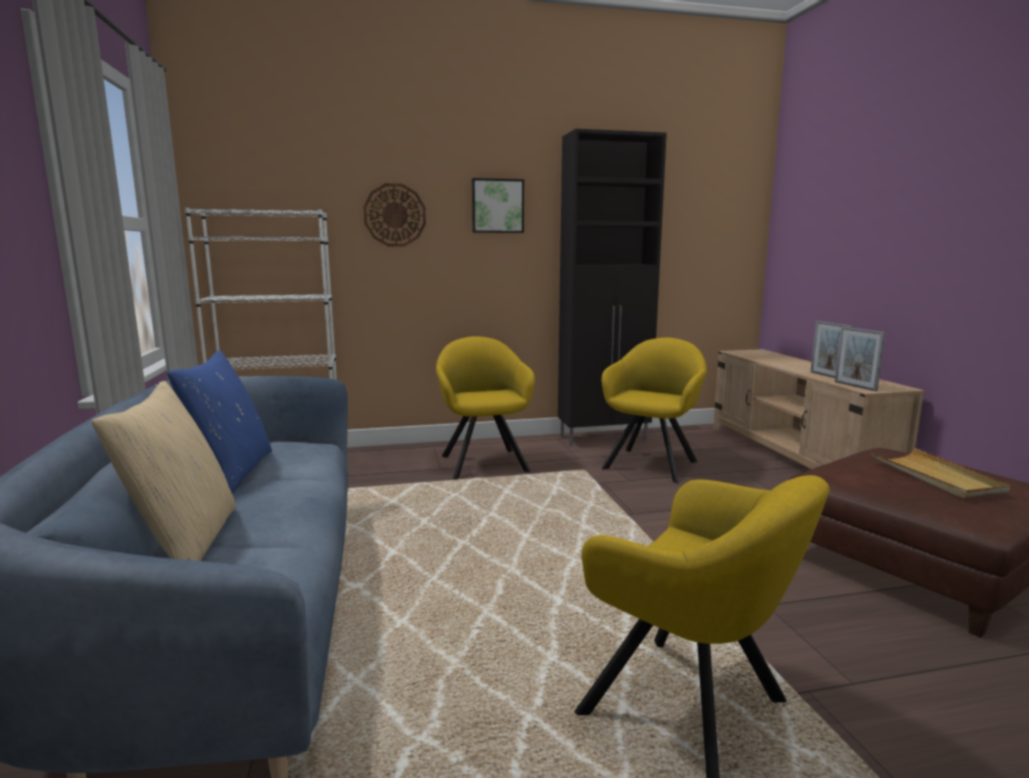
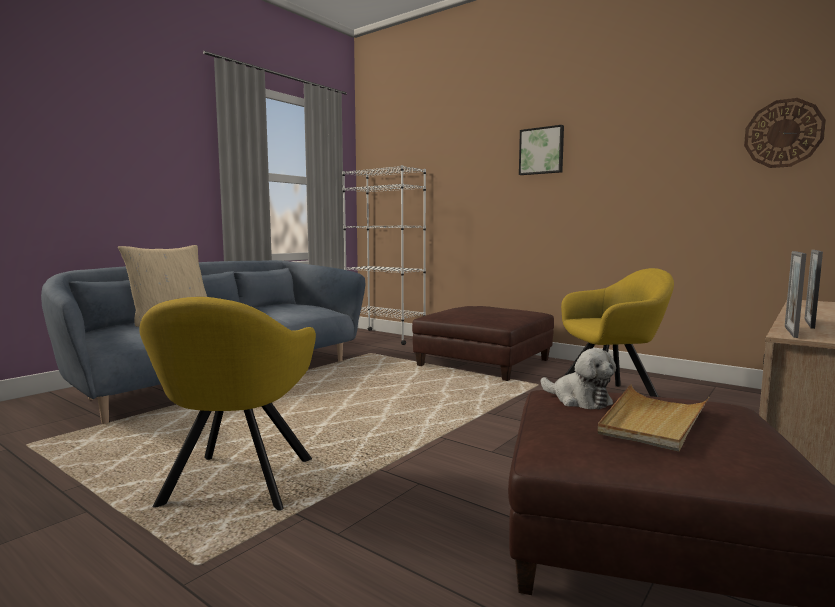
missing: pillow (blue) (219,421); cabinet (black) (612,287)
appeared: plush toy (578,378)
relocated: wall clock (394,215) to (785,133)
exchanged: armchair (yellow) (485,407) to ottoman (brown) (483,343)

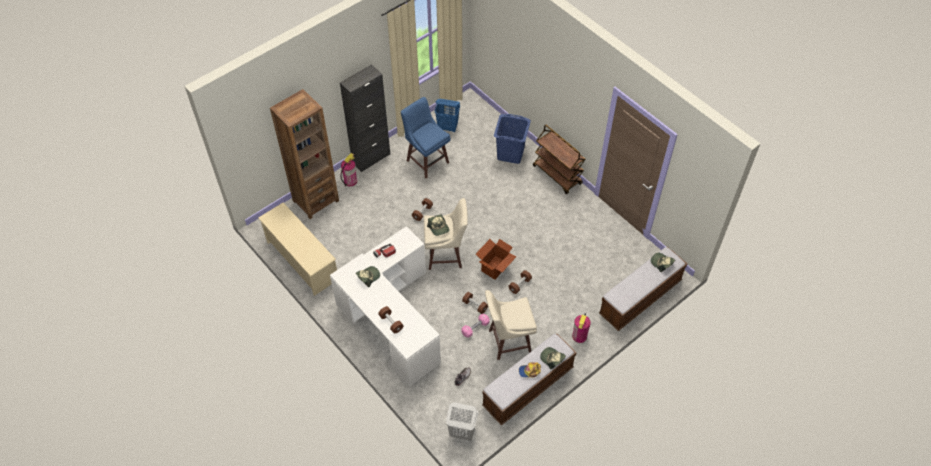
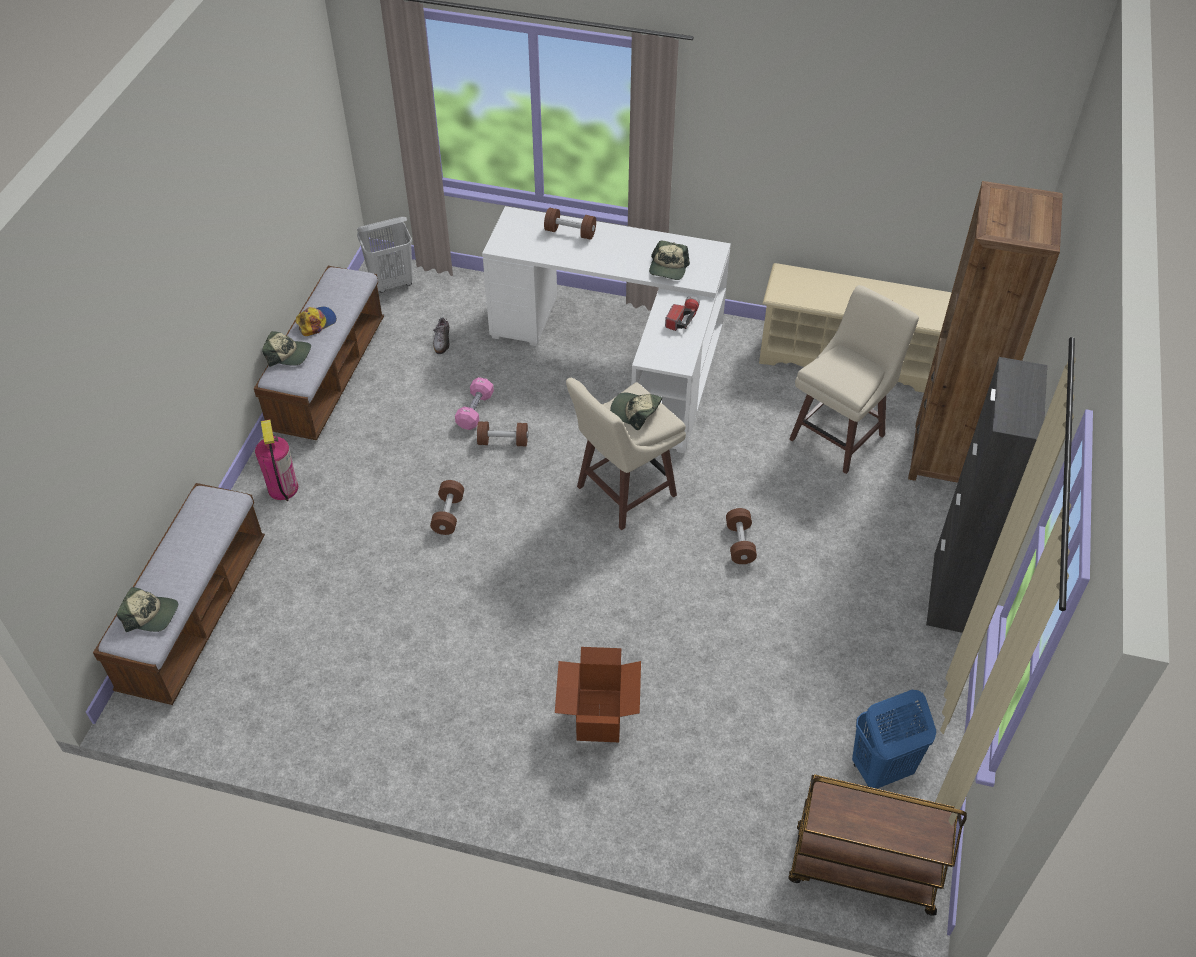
missing: fire extinguisher (349,170); stool (blue) (426,137); laundry basket (blue) (512,139)
relocated: cardboard box (496,259) to (598,694); stool (beige) (511,325) to (854,379); cart (brown) (559,159) to (877,845)

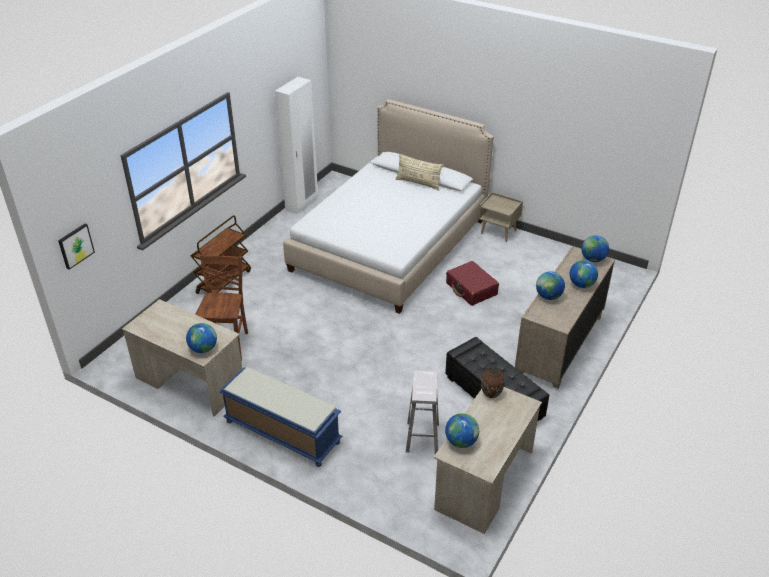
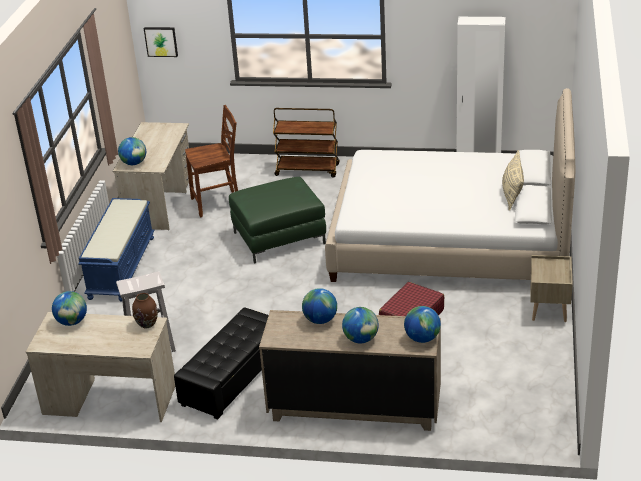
appeared: ottoman (green) (277,220)

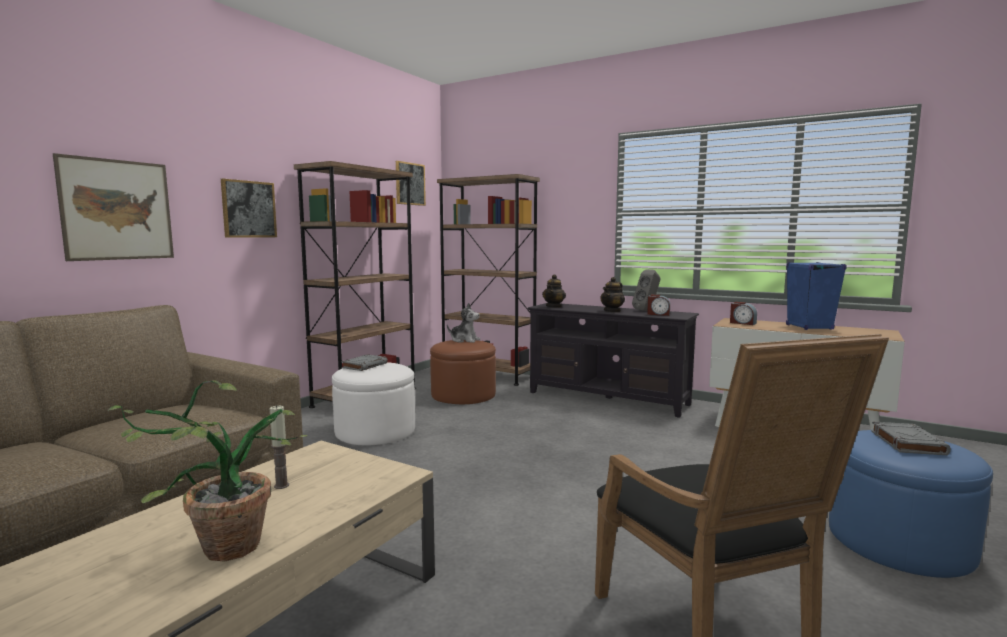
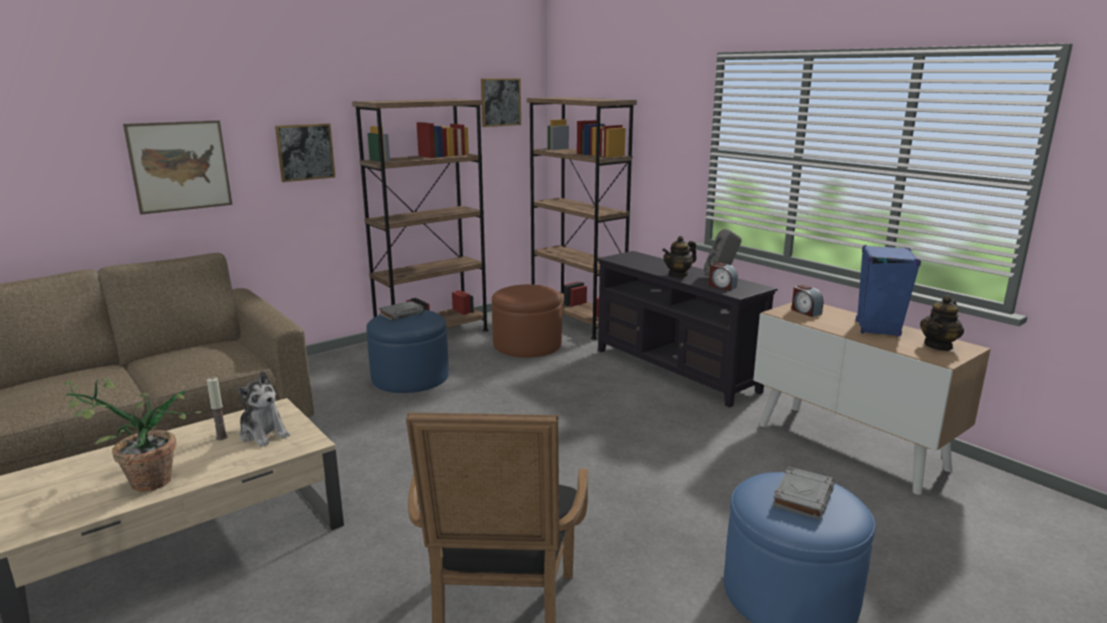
relocated: plush toy (463,323) to (263,409); teapot (554,291) to (942,323)
colour: ottoman (white) (373,403) to ottoman (blue) (407,351)

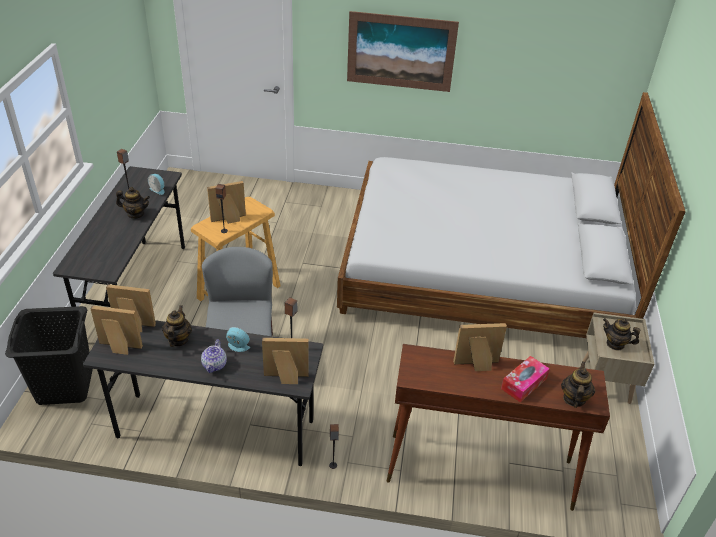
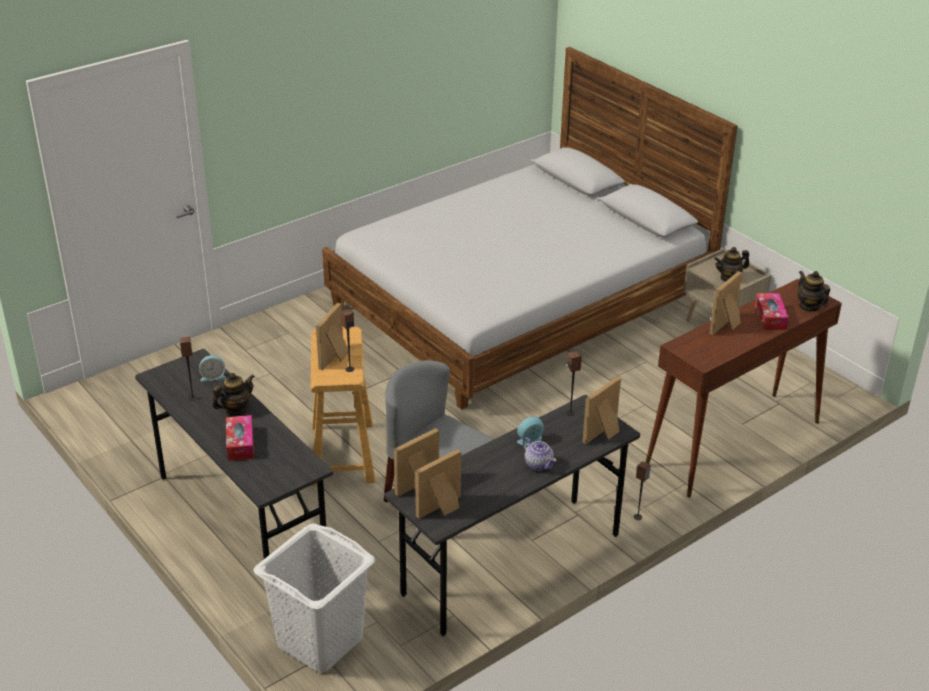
missing: teapot (177,326); picture (403,51)
appeared: tissue box (240,438)
colour: laundry basket (black) (49,355) to laundry basket (white) (314,598)

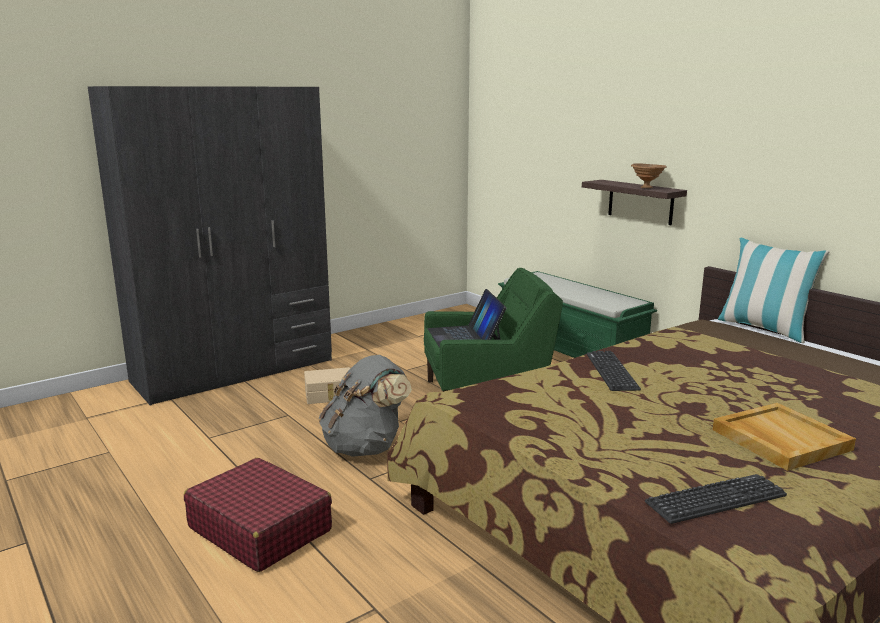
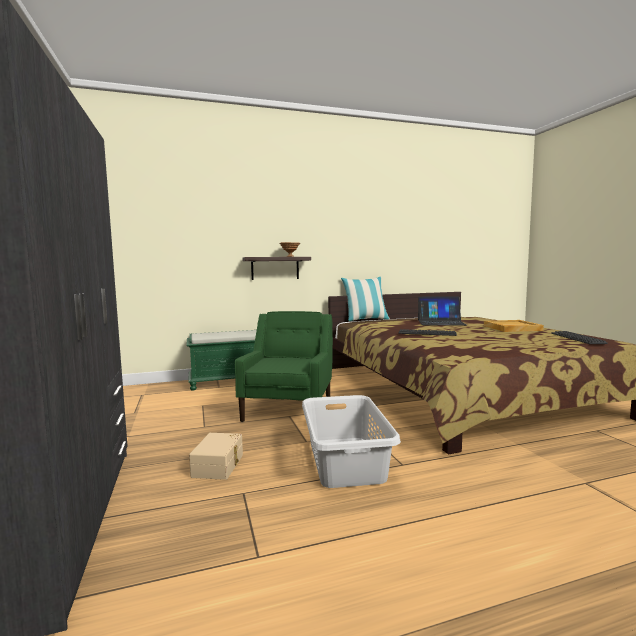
missing: suitcase (red) (258,515)
relocated: laptop (467,318) to (442,311)
exchanged: backpack (grey) (365,406) to laundry basket (grey) (351,441)

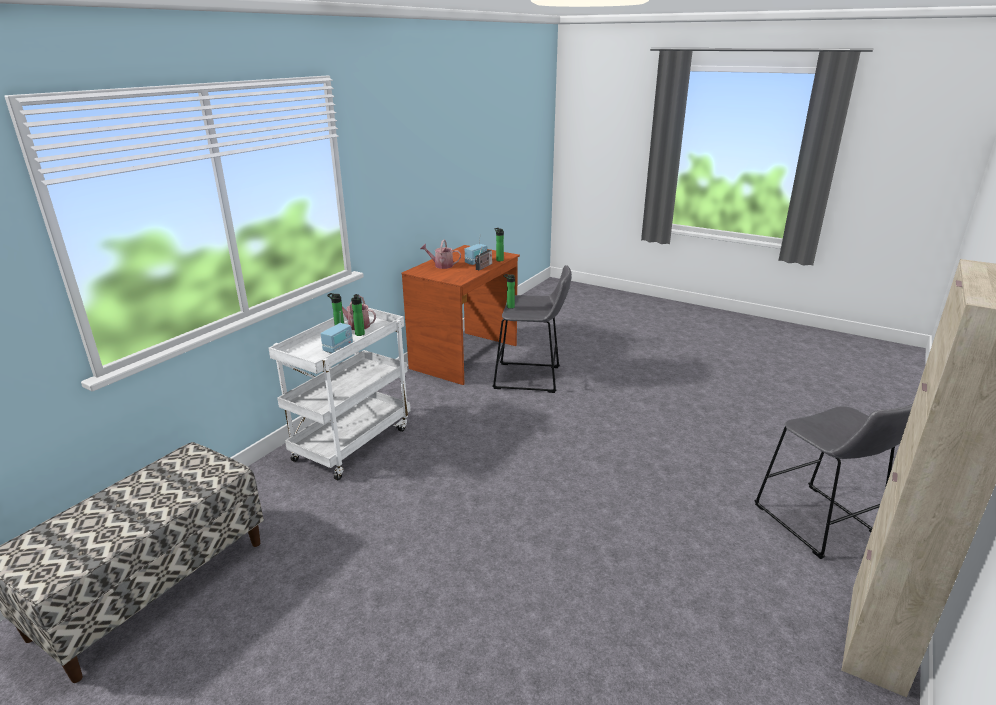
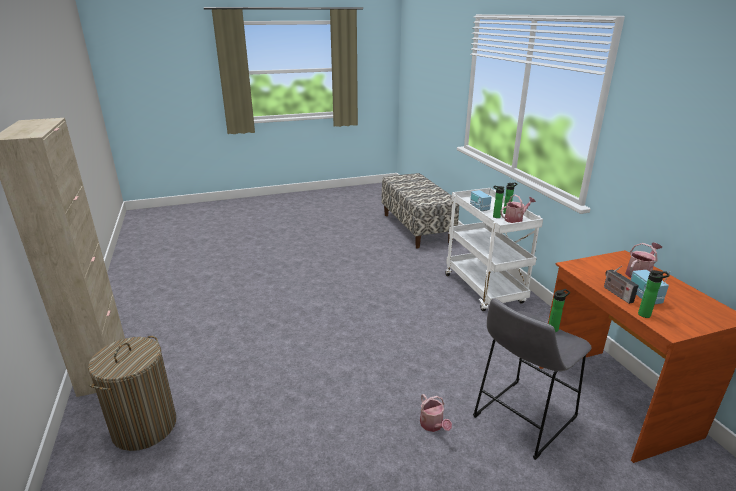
appeared: watering can (436,413)
exchanged: stool (grey) (833,481) to laundry basket (132,393)

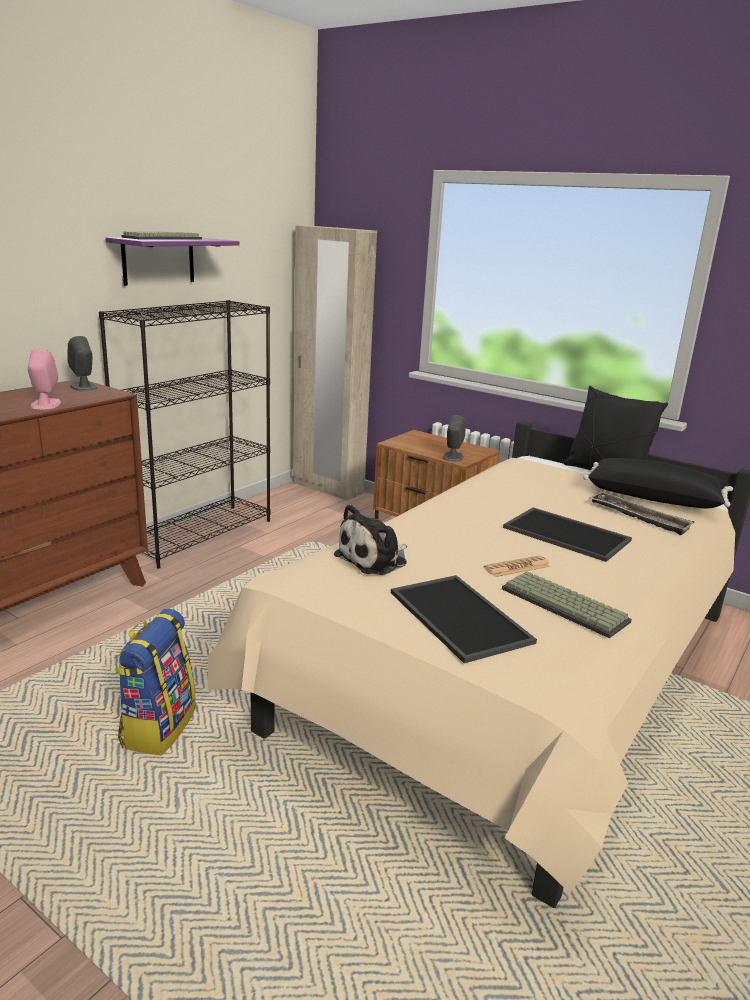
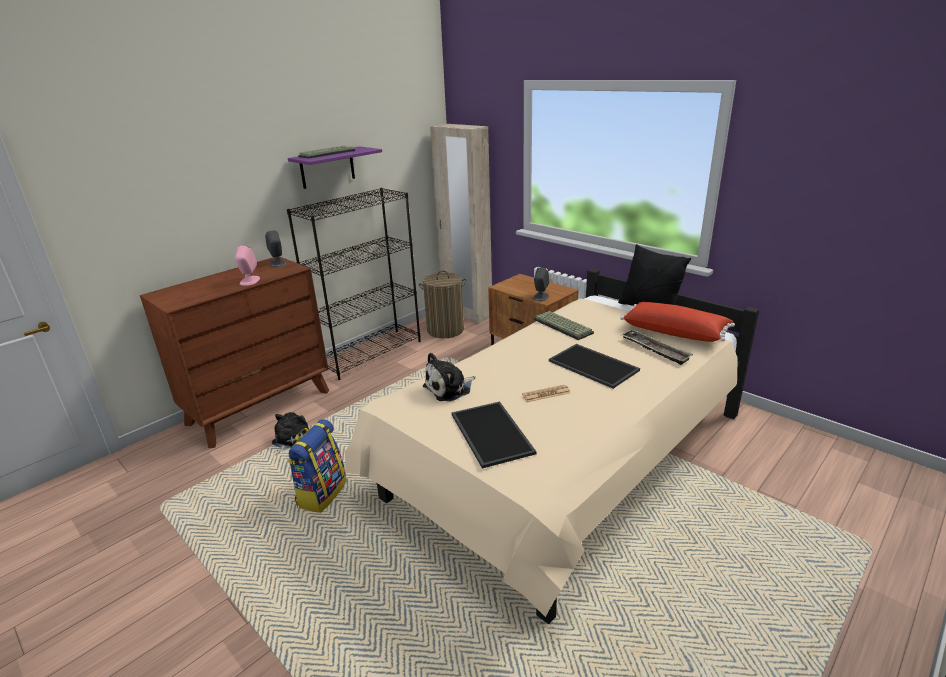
appeared: plush toy (290,433); laundry basket (442,304)
relocated: keyboard (567,604) to (564,325)
colour: pillow (black) (658,483) to pillow (red) (677,322)

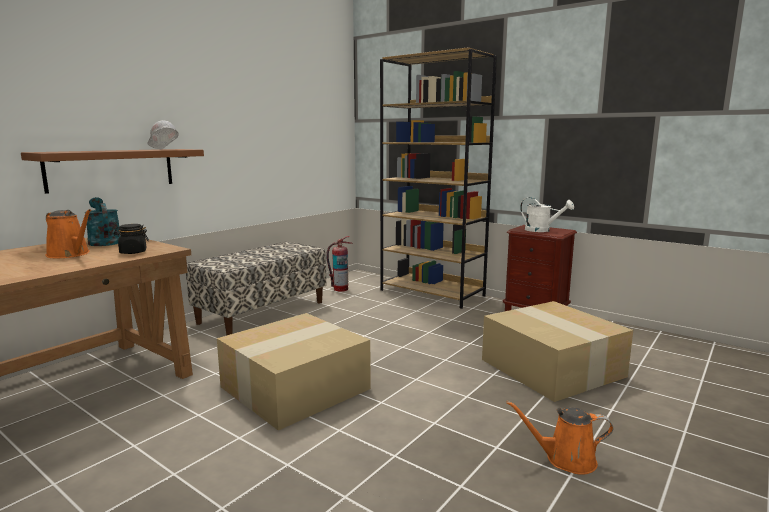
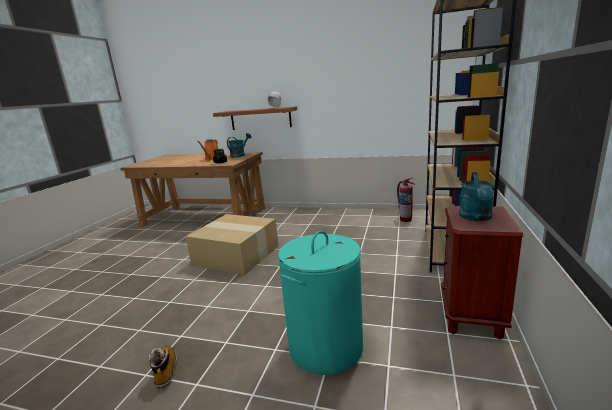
missing: bench (256,288)
exchanged: cardboard box (557,351) to laundry basket (turquoise) (320,303); watering can (orange) (559,438) to boot (163,367)
colour: watering can (white) (547,214) to watering can (turquoise) (476,196)

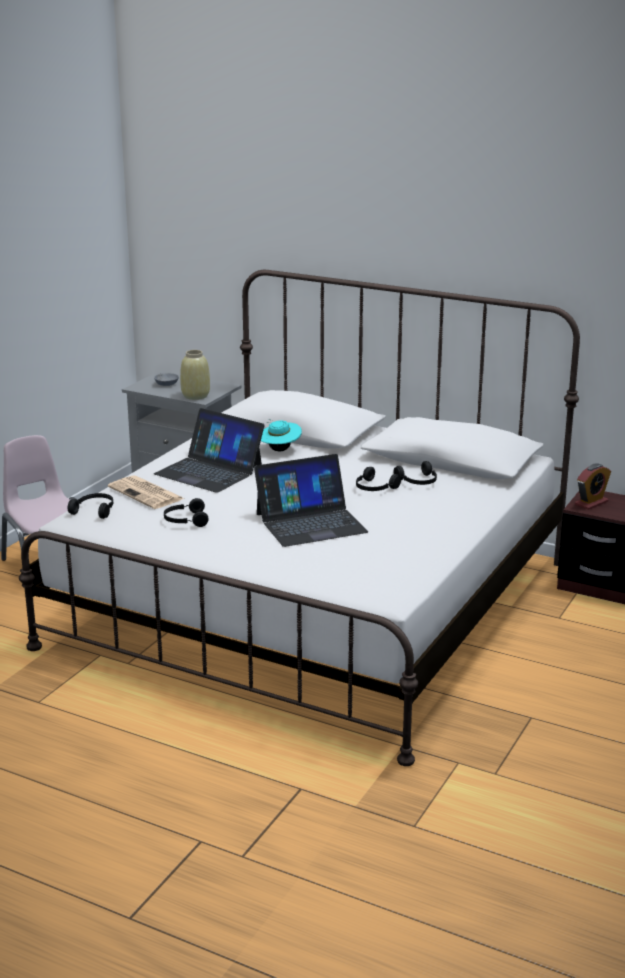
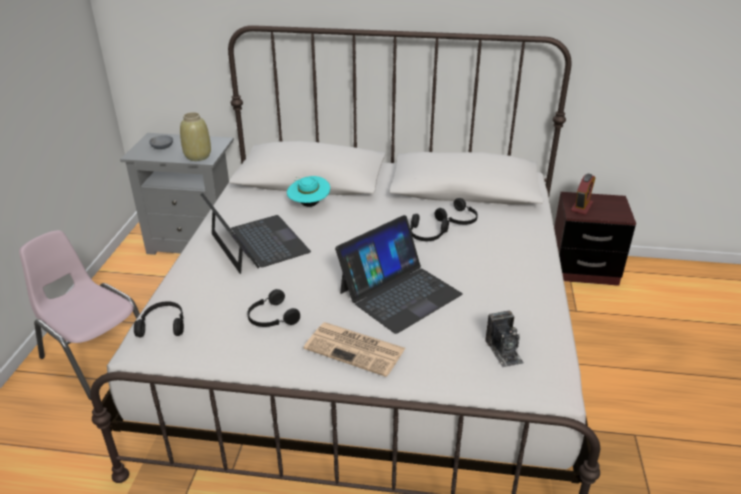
appeared: photo camera (504,339)
relocated: newspaper (146,492) to (354,349)
spun: laptop (209,450) = (255,233) 135 degrees counterclockwise

